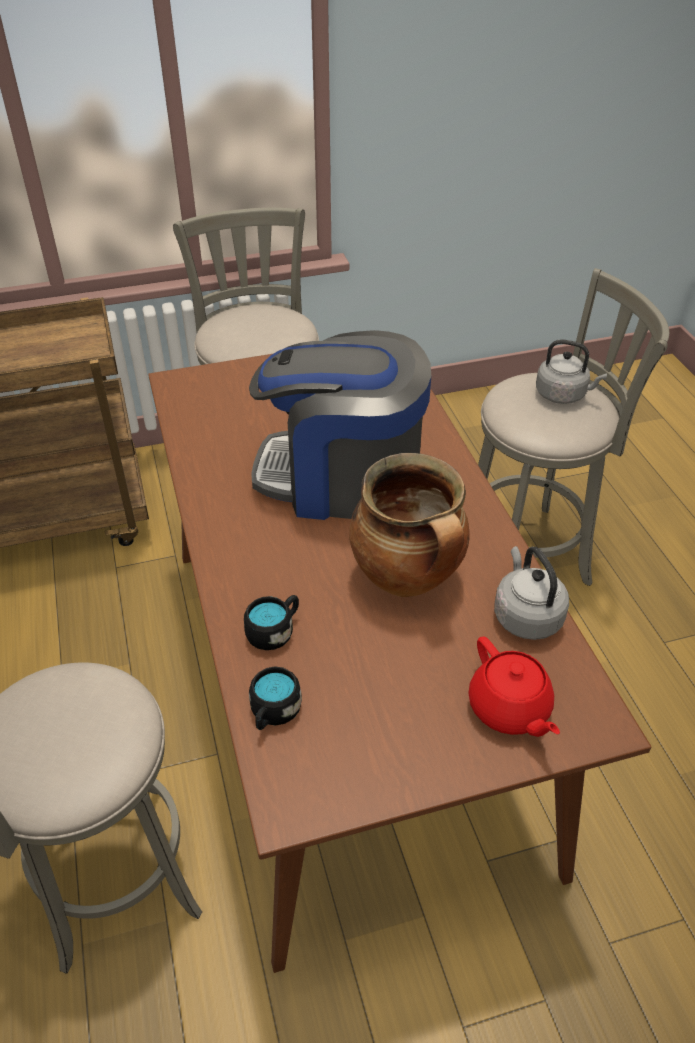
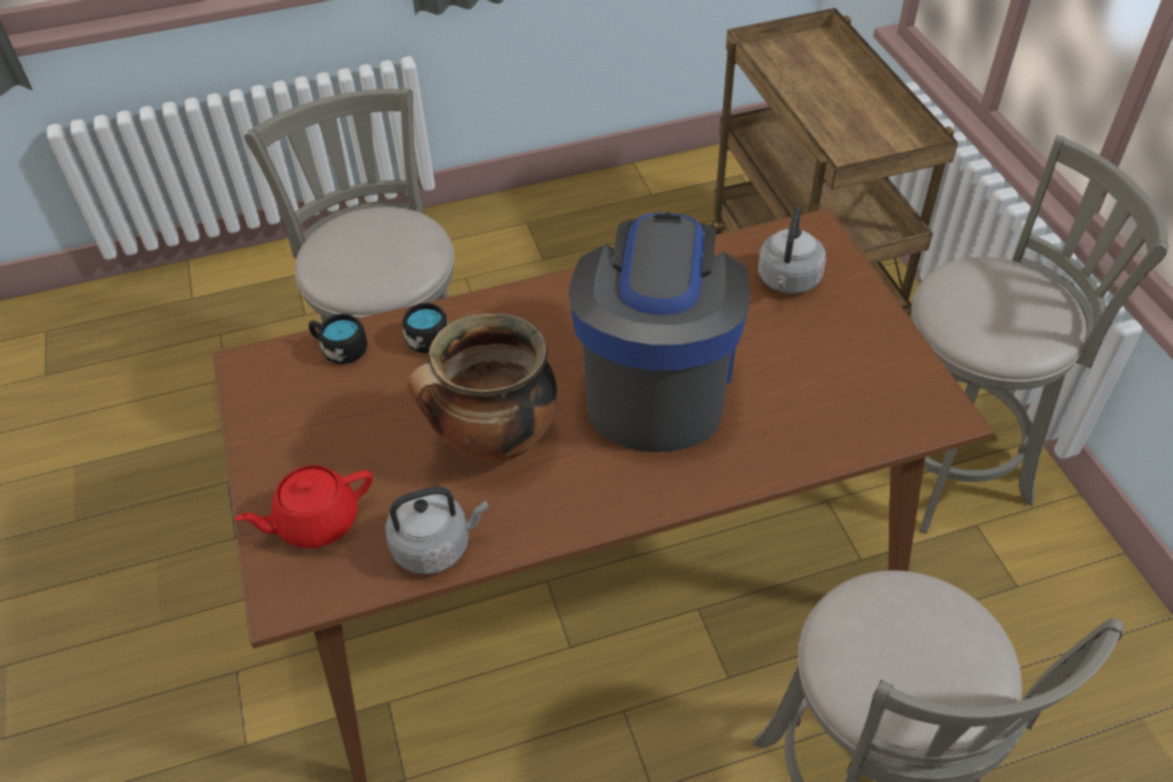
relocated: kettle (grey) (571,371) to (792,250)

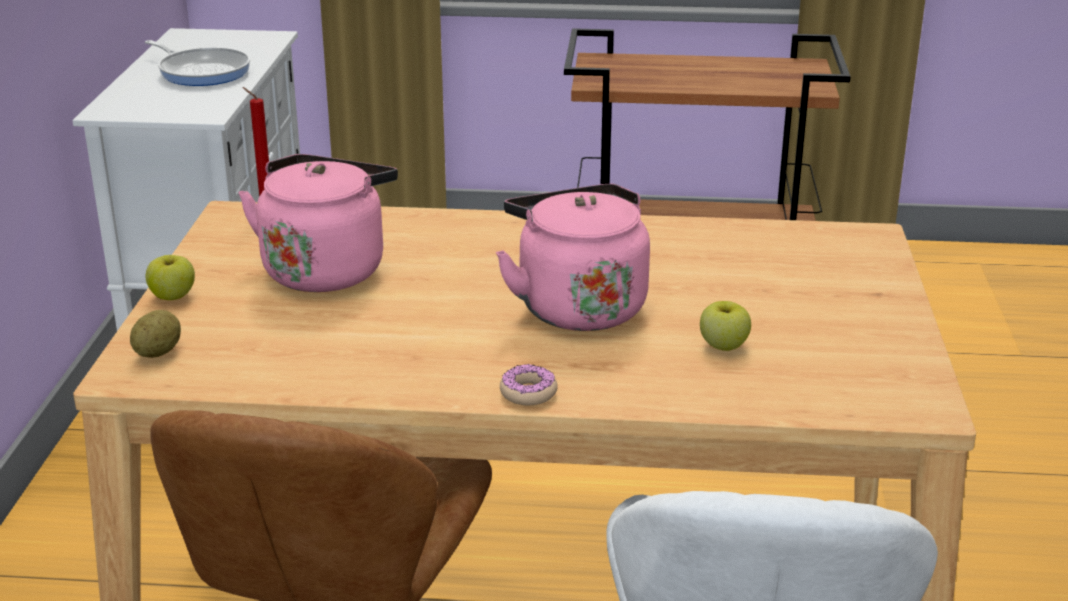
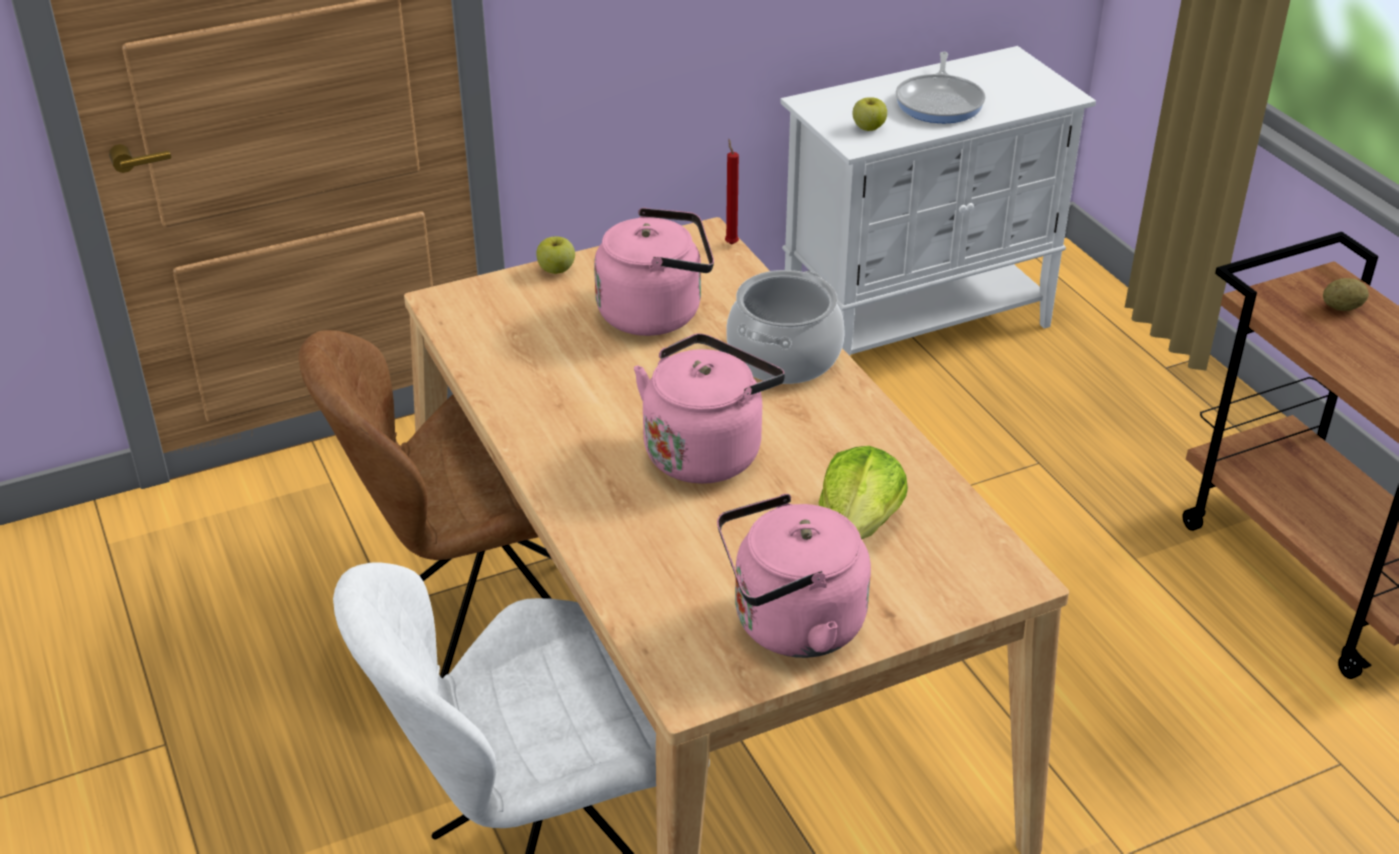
missing: donut (529,384)
appeared: kettle (pink) (794,576); cooking pot (785,327); lettuce (863,492)
relocated: potato (155,334) to (1346,294); apple (725,326) to (869,114)

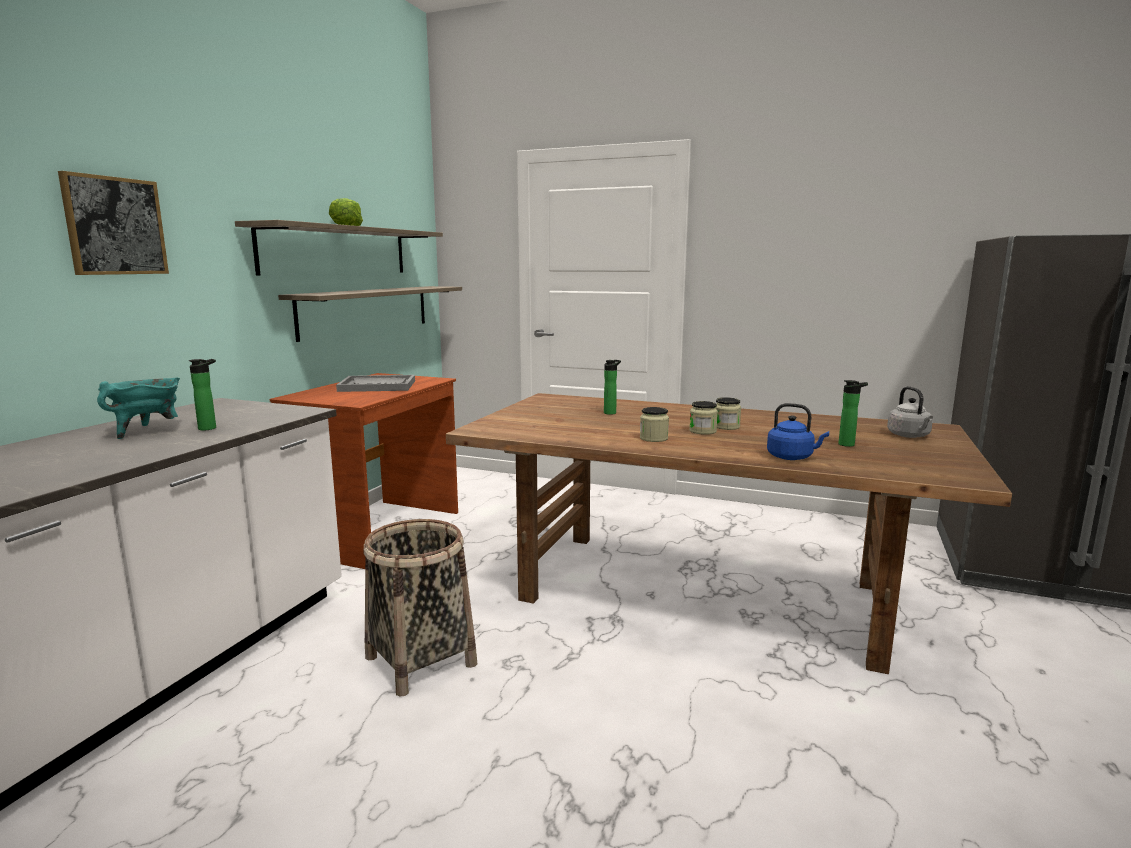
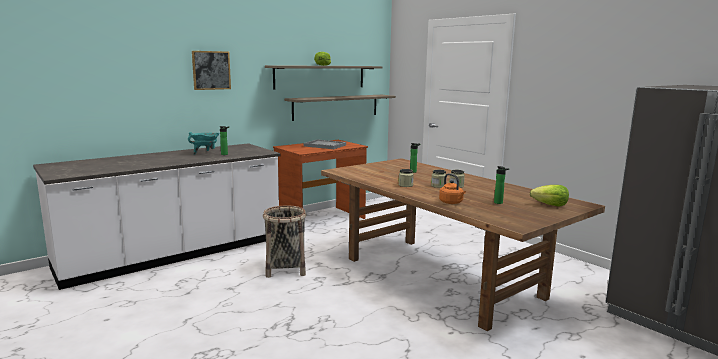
exchanged: kettle (grey) (910,412) to lettuce (549,196)
colour: kettle (blue) (798,431) to kettle (orange) (452,188)

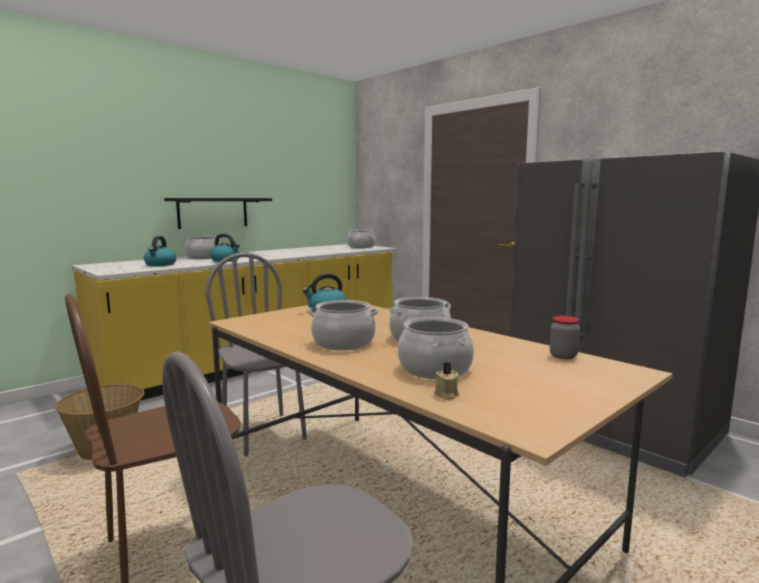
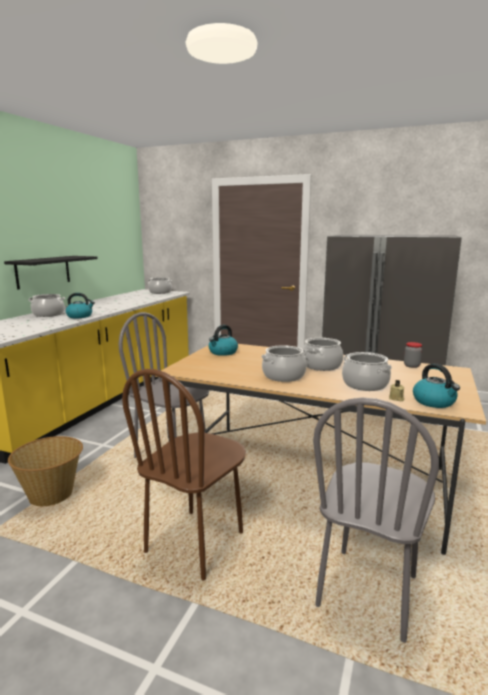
relocated: kettle (160,251) to (436,386)

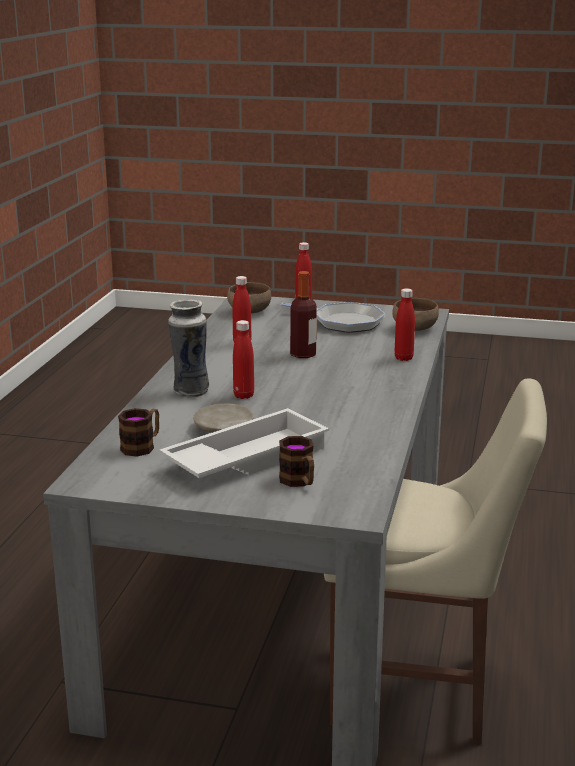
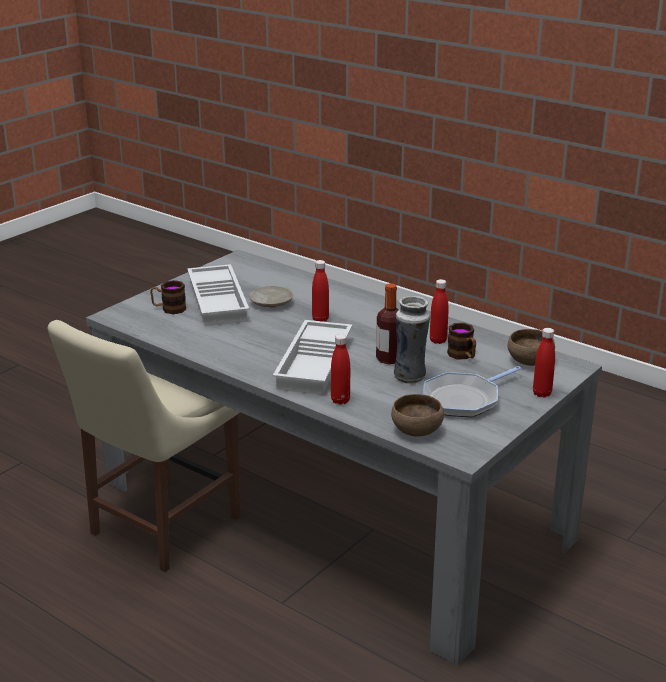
appeared: tray (white) (312,357)
relocated: mug (138,432) to (461,341); vase (188,348) to (412,340)

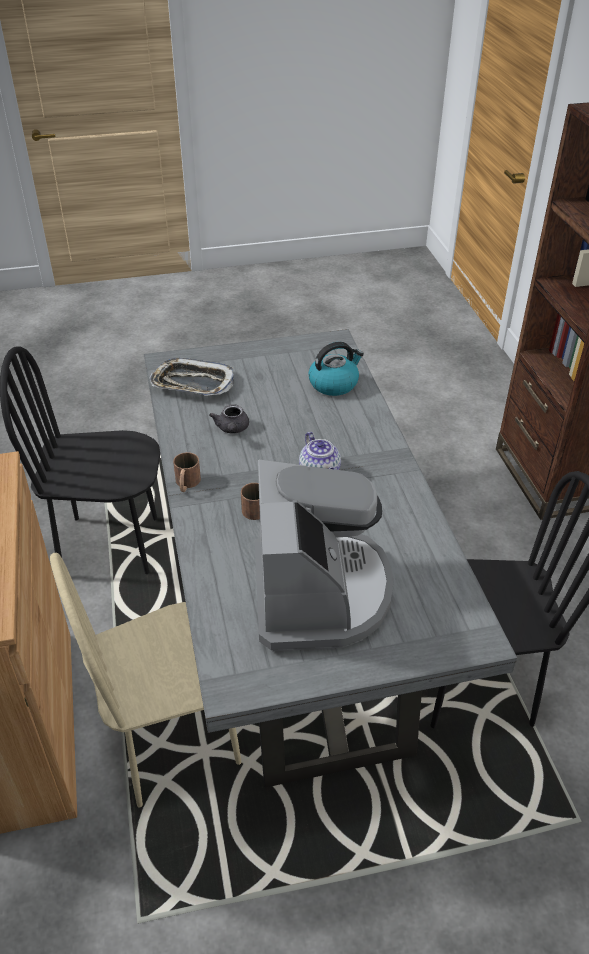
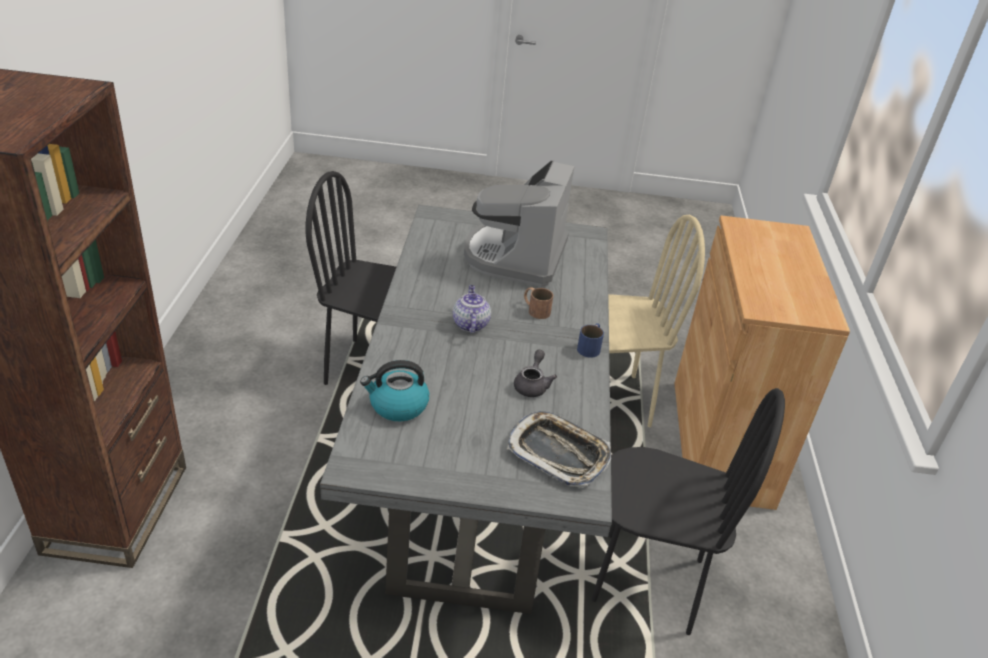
colour: mug (brown) (187,472) to mug (blue) (590,340)

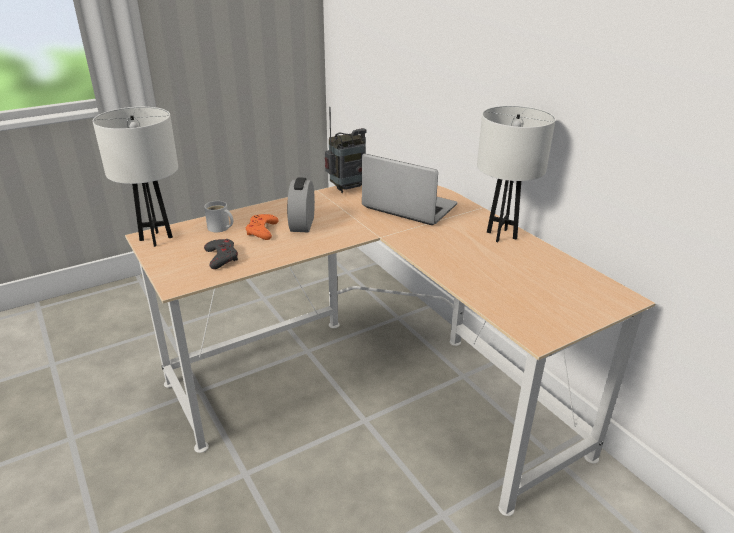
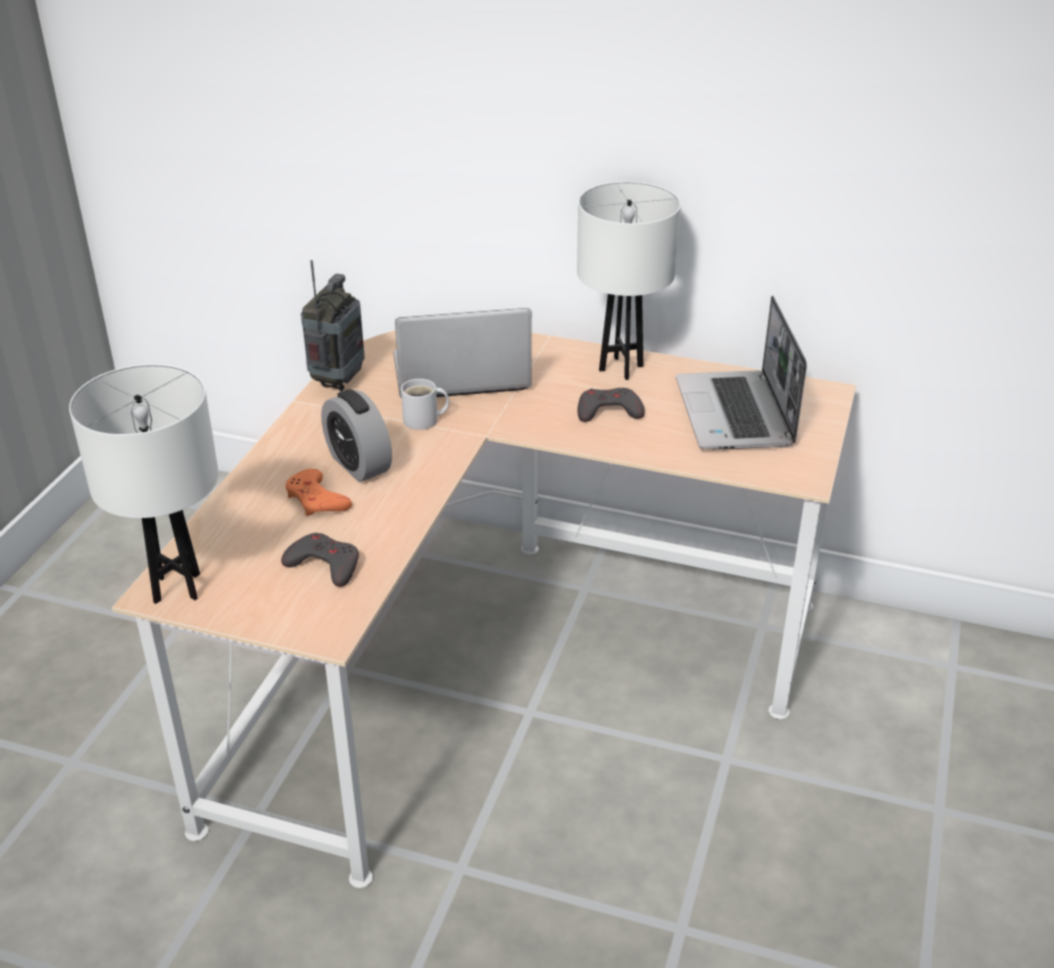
appeared: game controller (grey) (611,405); laptop (741,373)
relocated: mug (white) (218,216) to (425,404)

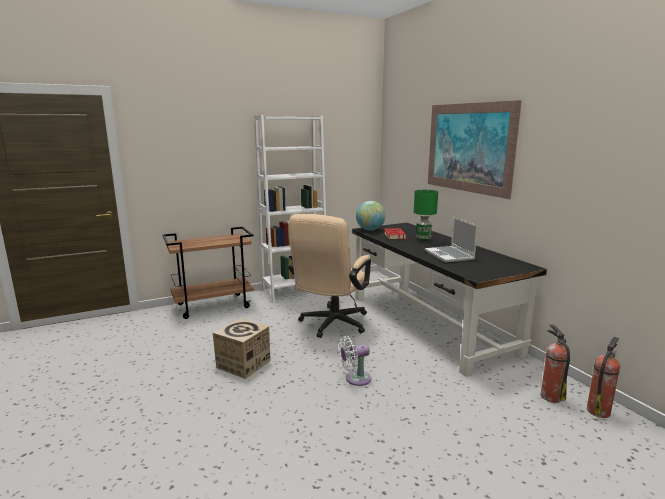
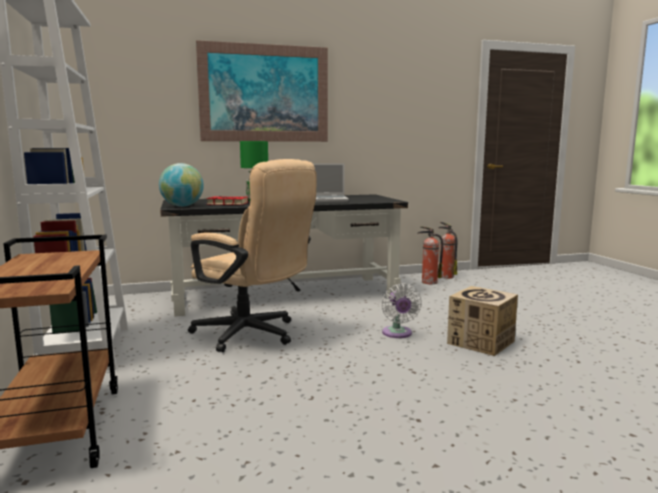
relocated: cardboard box (242,348) to (482,321)

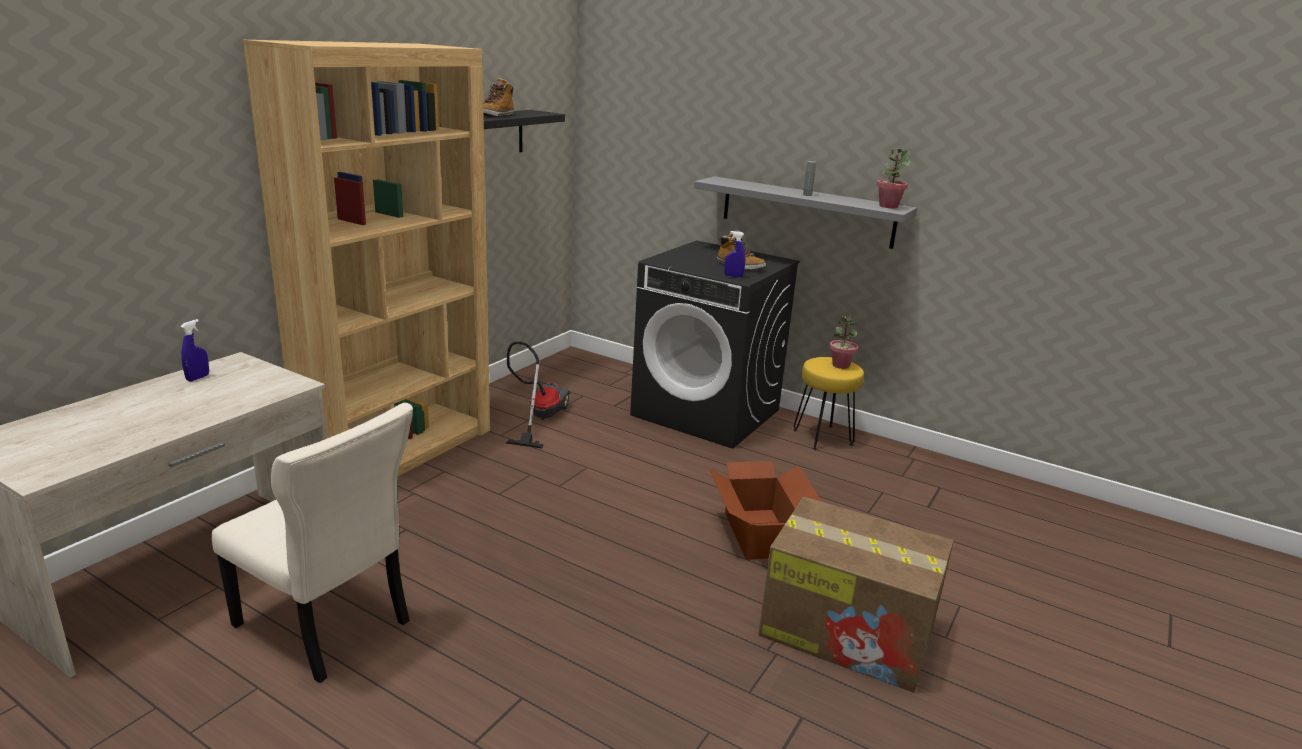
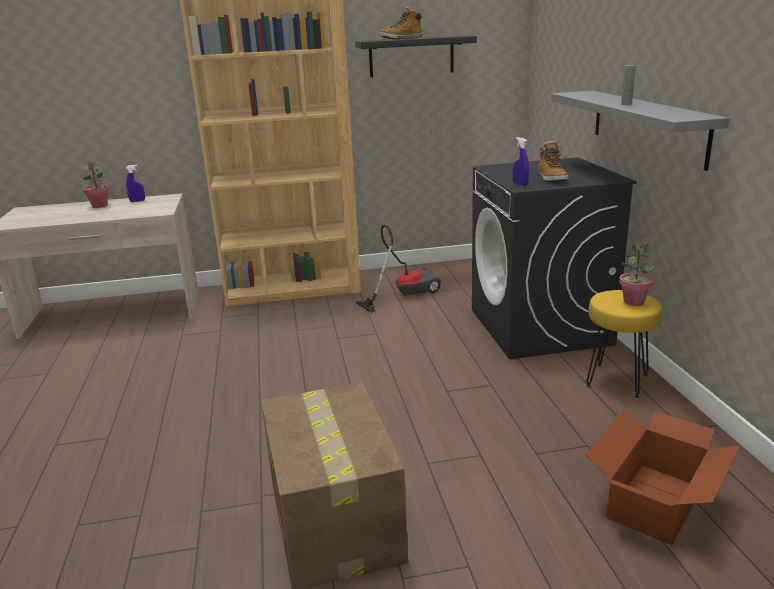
missing: chair (beige) (312,543)
relocated: cardboard box (765,510) to (663,477); potted plant (893,178) to (96,184)

